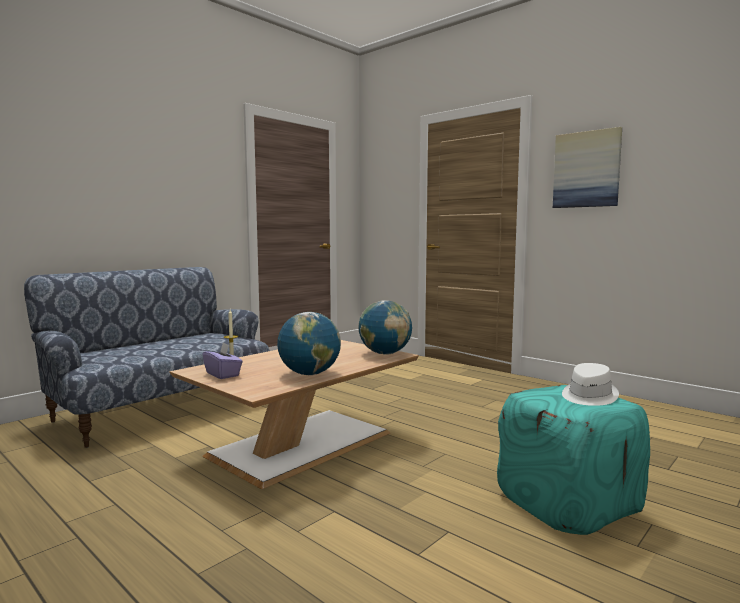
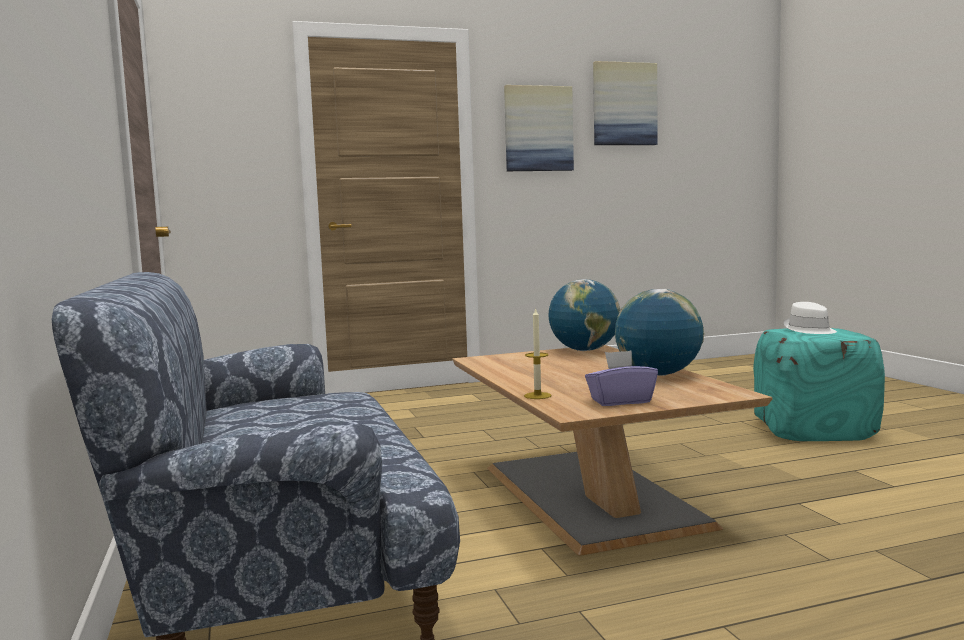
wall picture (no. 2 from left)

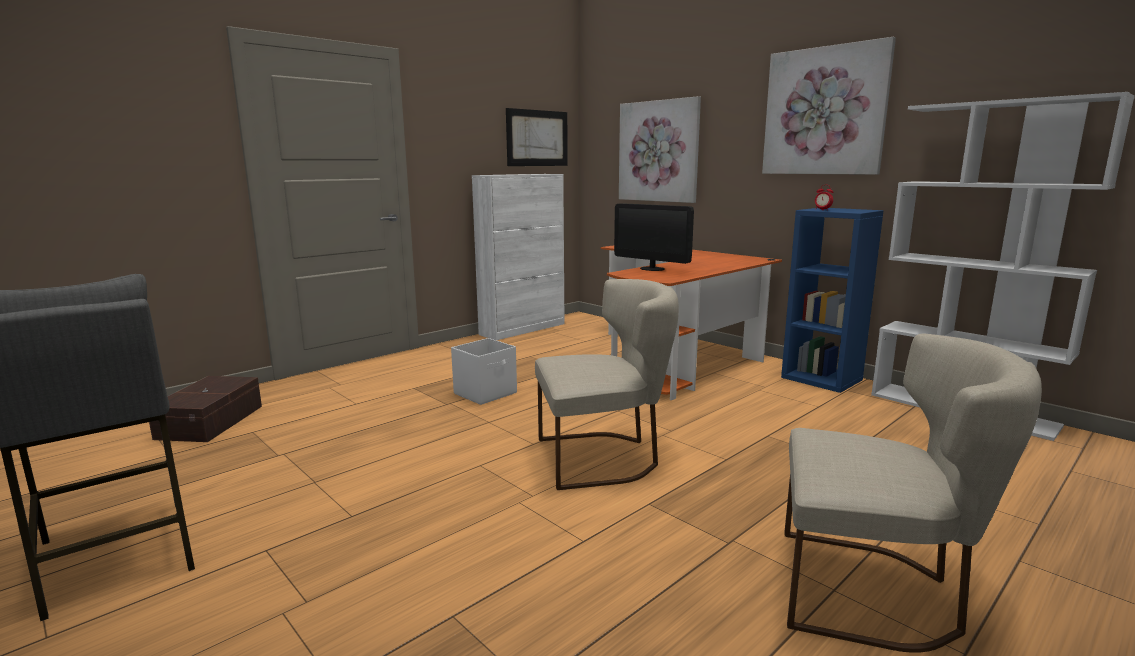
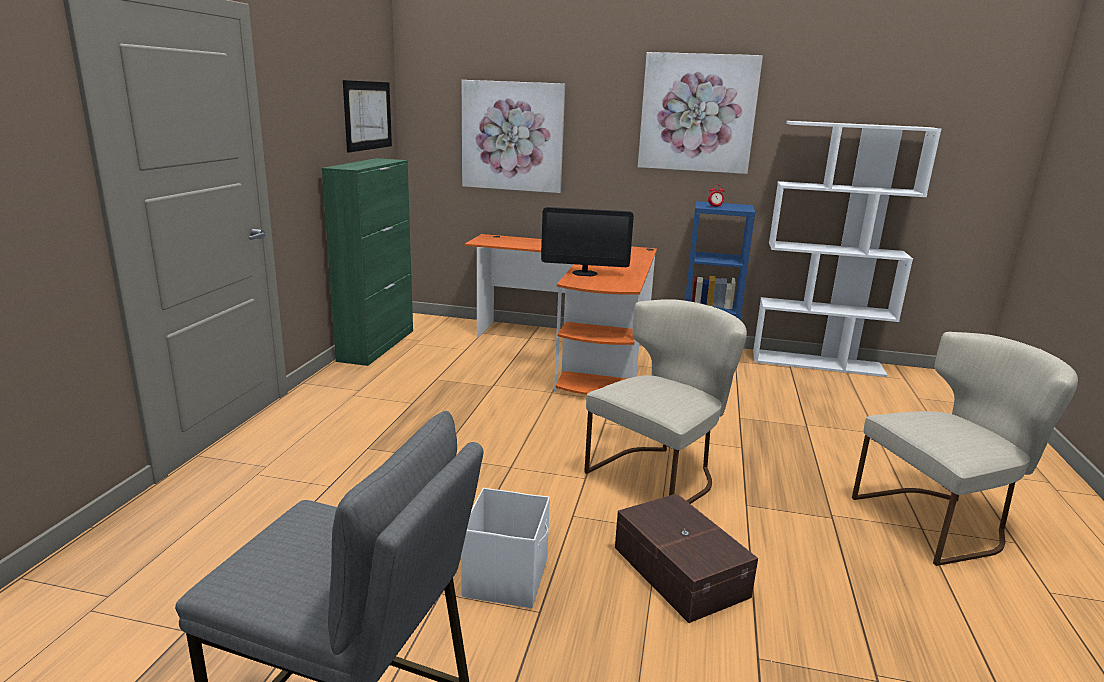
storage cabinet (greenish); storage bin (whitish); storage bin (brownish)

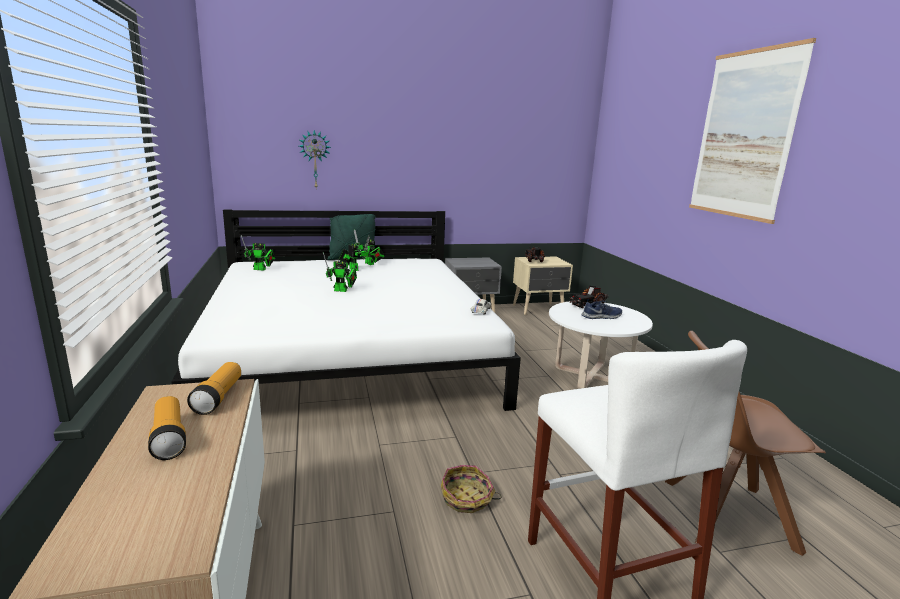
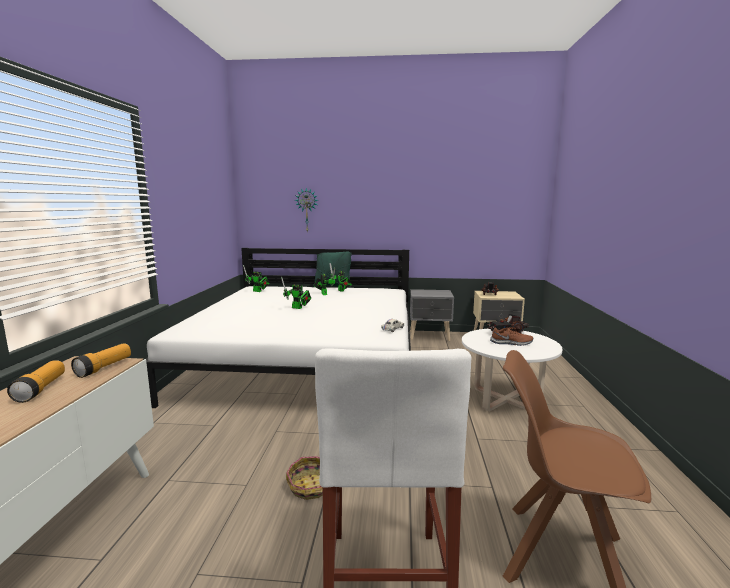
wall picture; shoe (brownish)

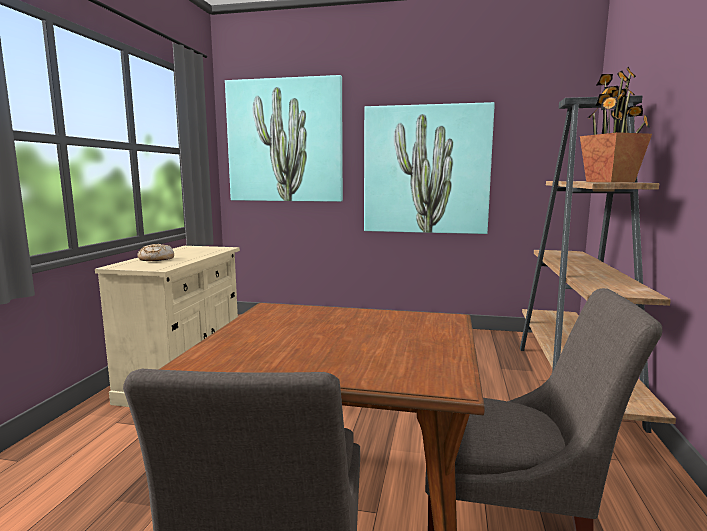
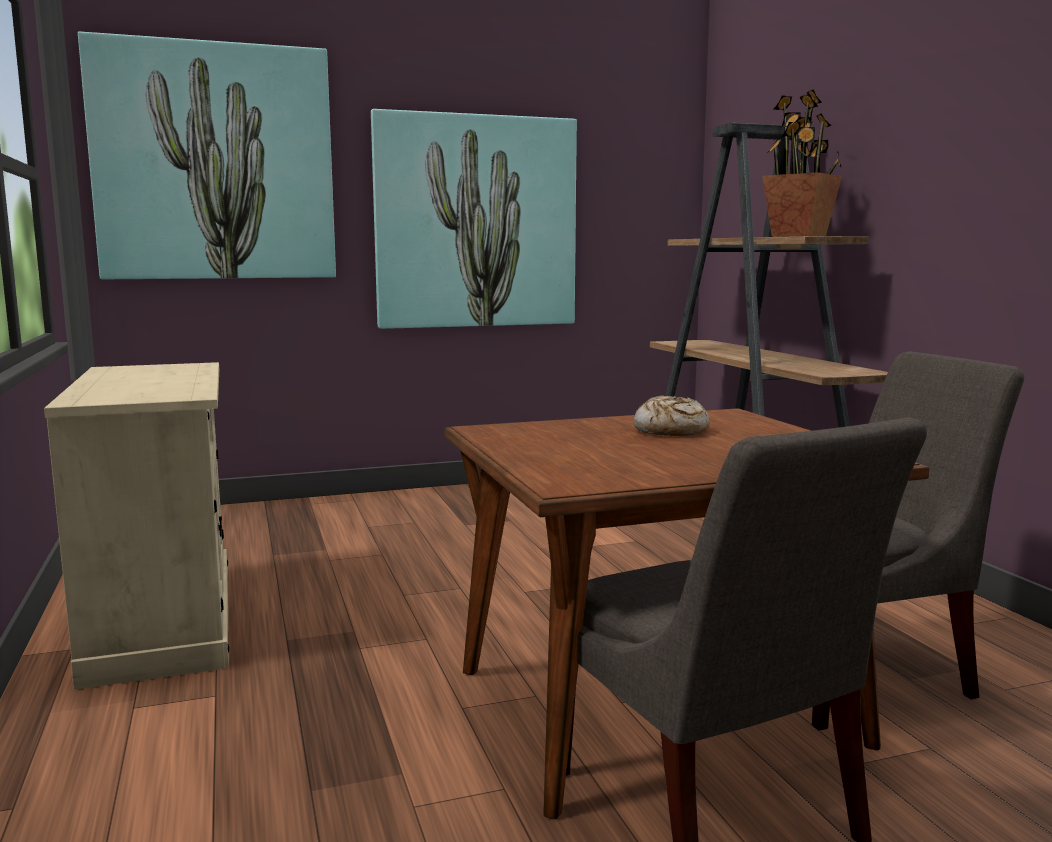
bakery bread

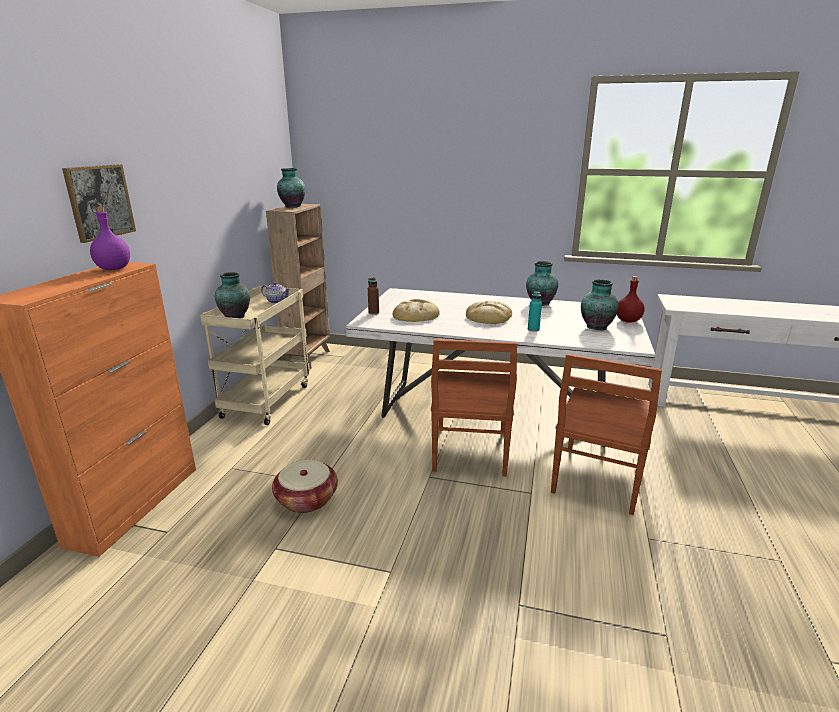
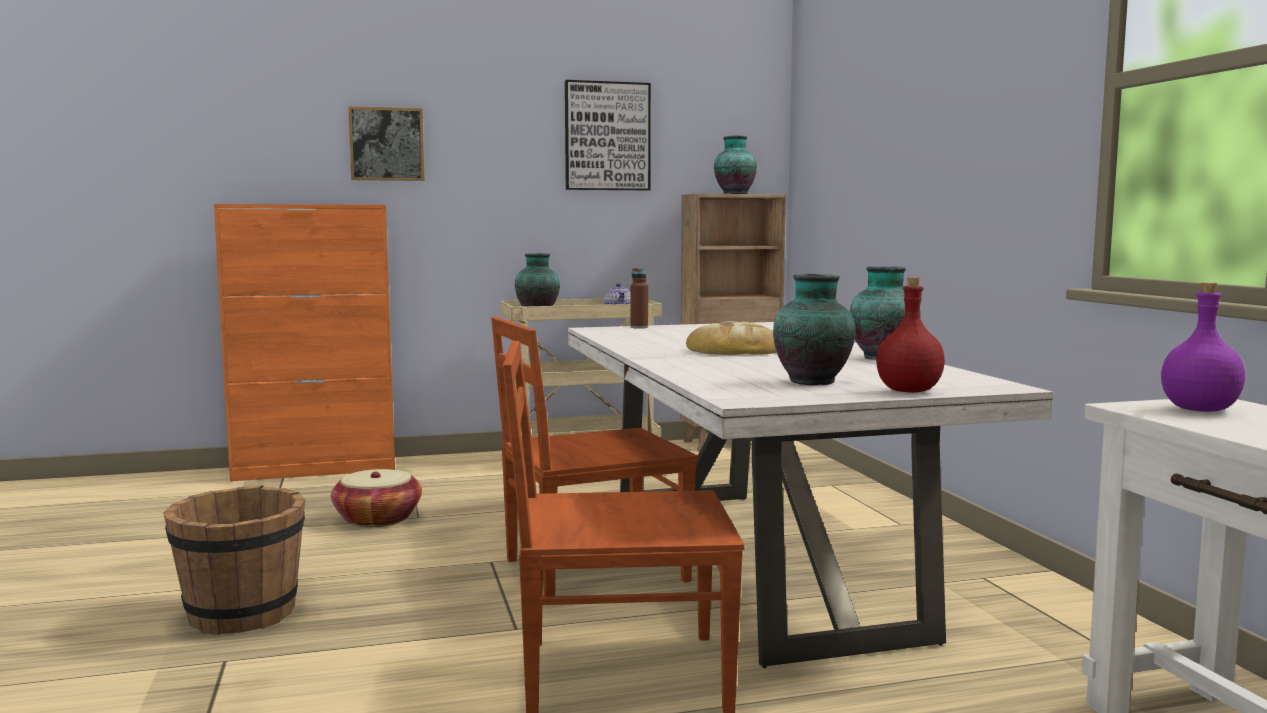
bottle (purple-coloured); bottle (turquoise); bakery bread (no. 1 from left in the first image); wall picture (no. 2 from left); water bucket (brownish)

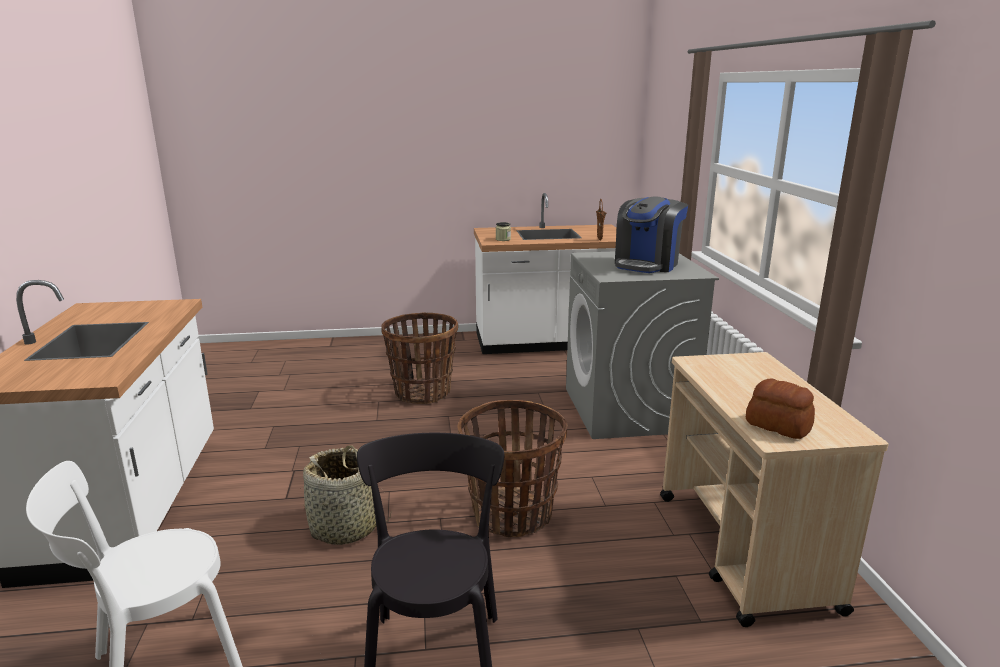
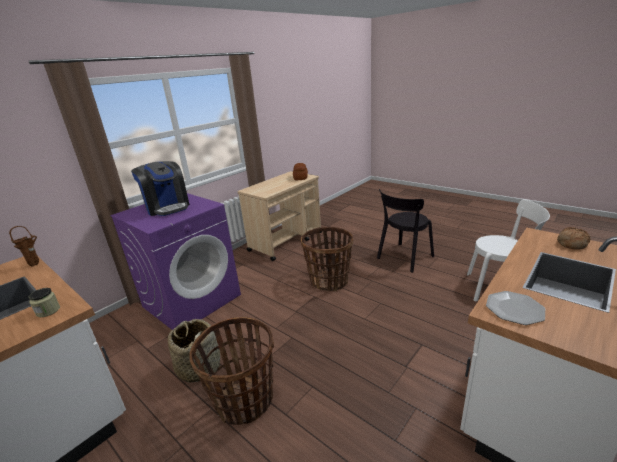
coffee machine; laundry machine (purple-coloured); basket (no. 1 from left); bakery bread (no. 2 from left); dinner plate

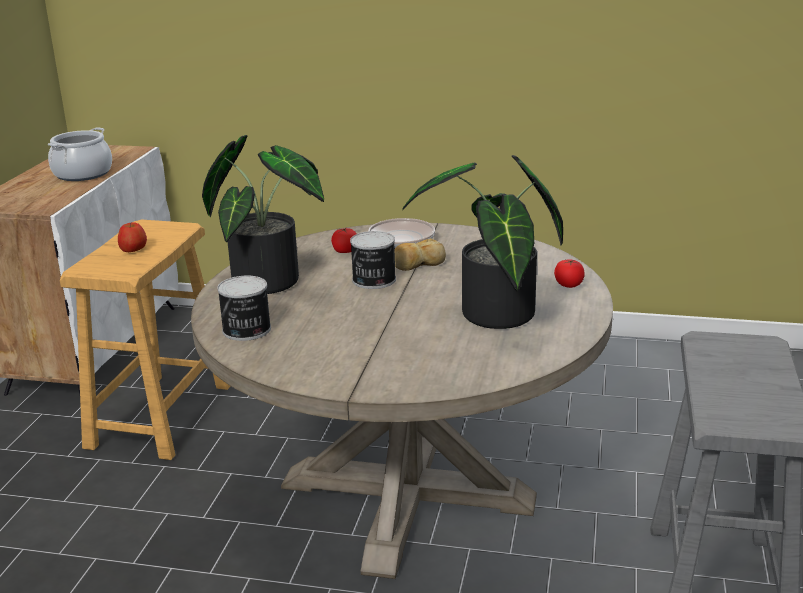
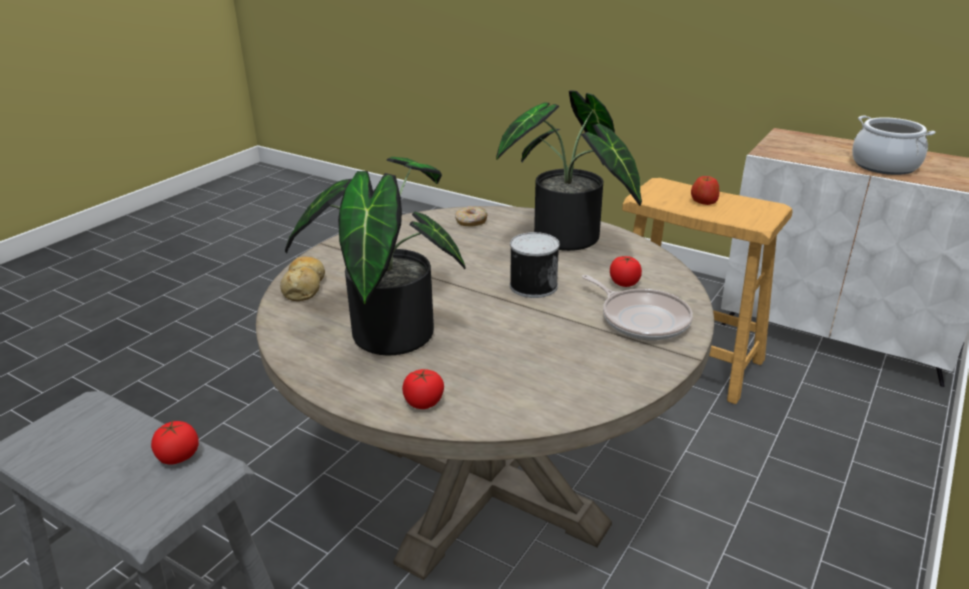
bakery bread; doughnut; tomato (no. 1 from left)

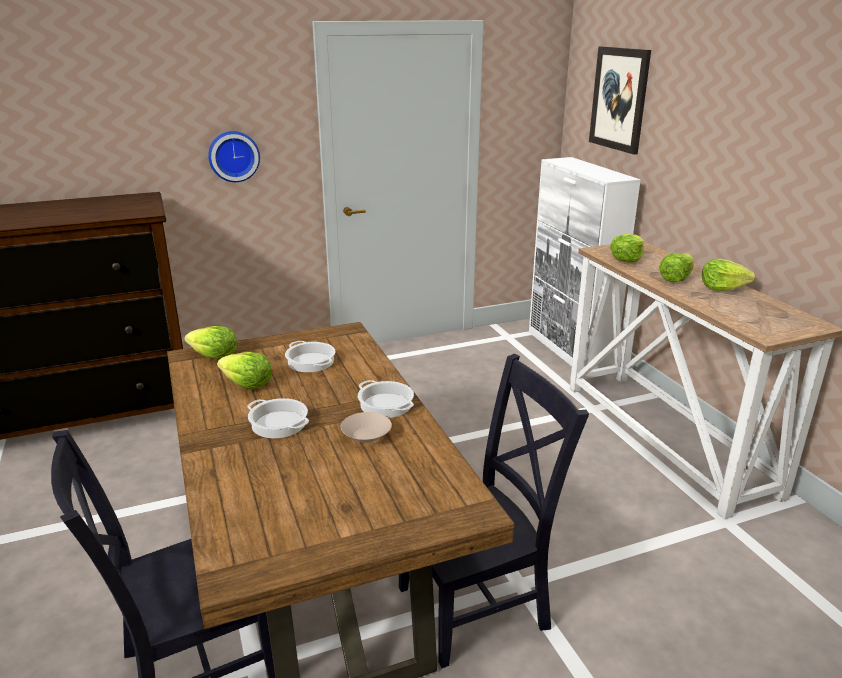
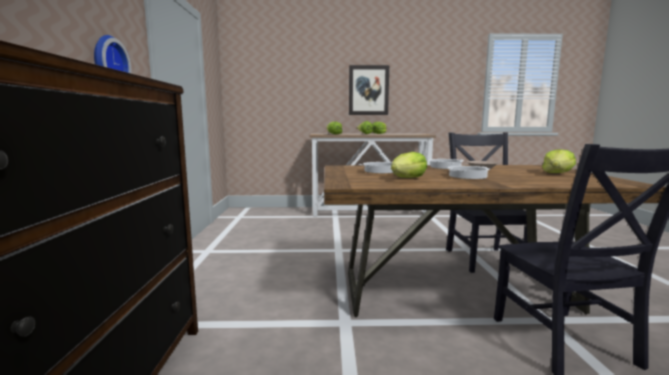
wall picture; storage cabinet (whitish); lettuce (no. 5 from left)

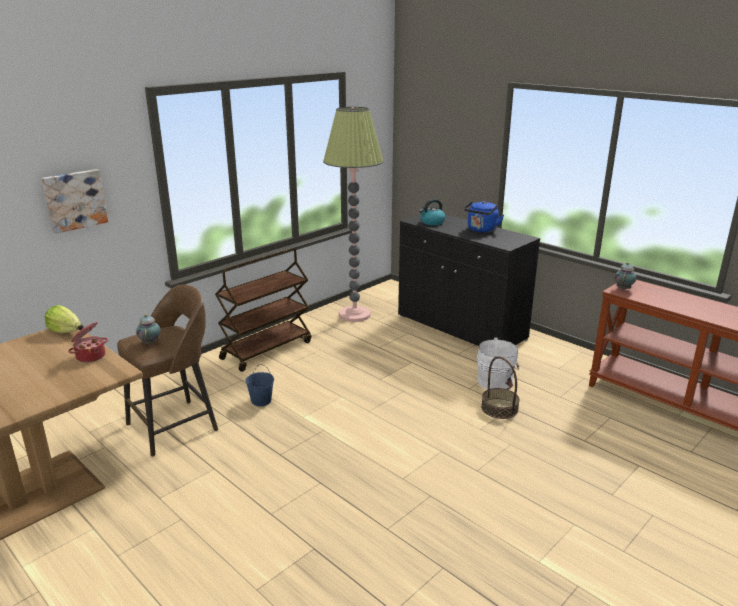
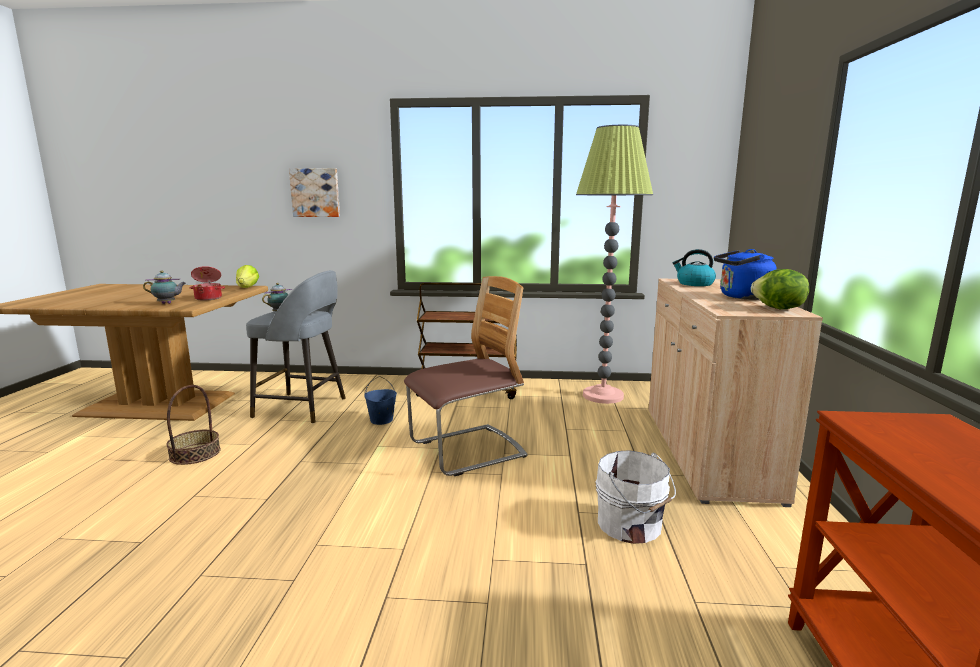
storage cabinet (sand-coloured); teapot (no. 1 from left); stool (gray); basket; lettuce (no. 2 from left); plain chair

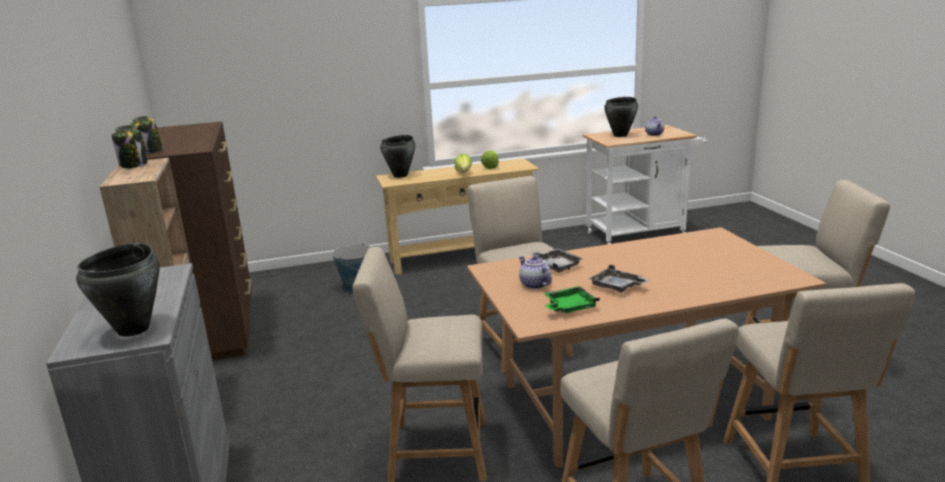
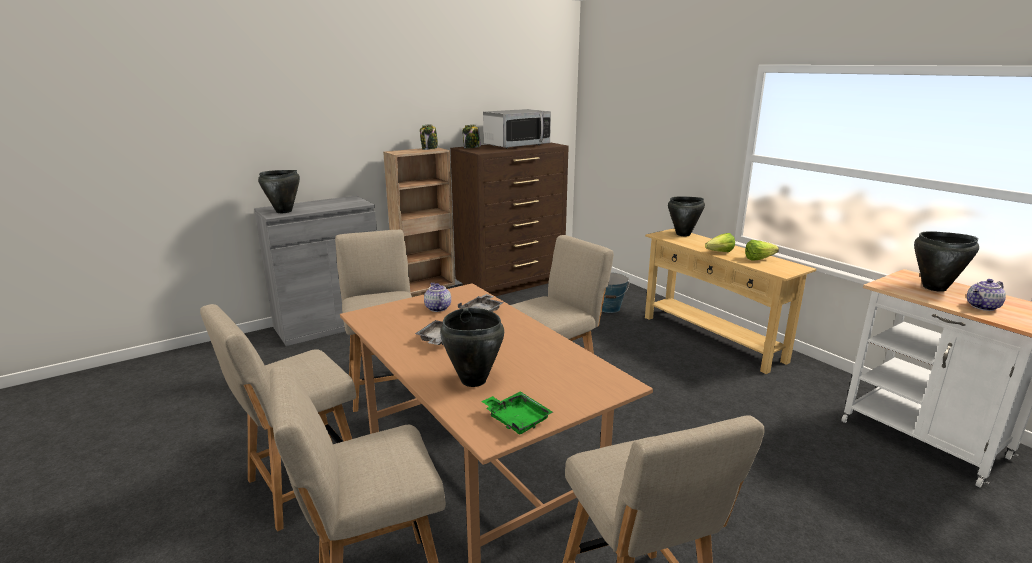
teapot (no. 1 from left); tray (greenish); microwave; saucepot (blackish) (no. 2 from left)

